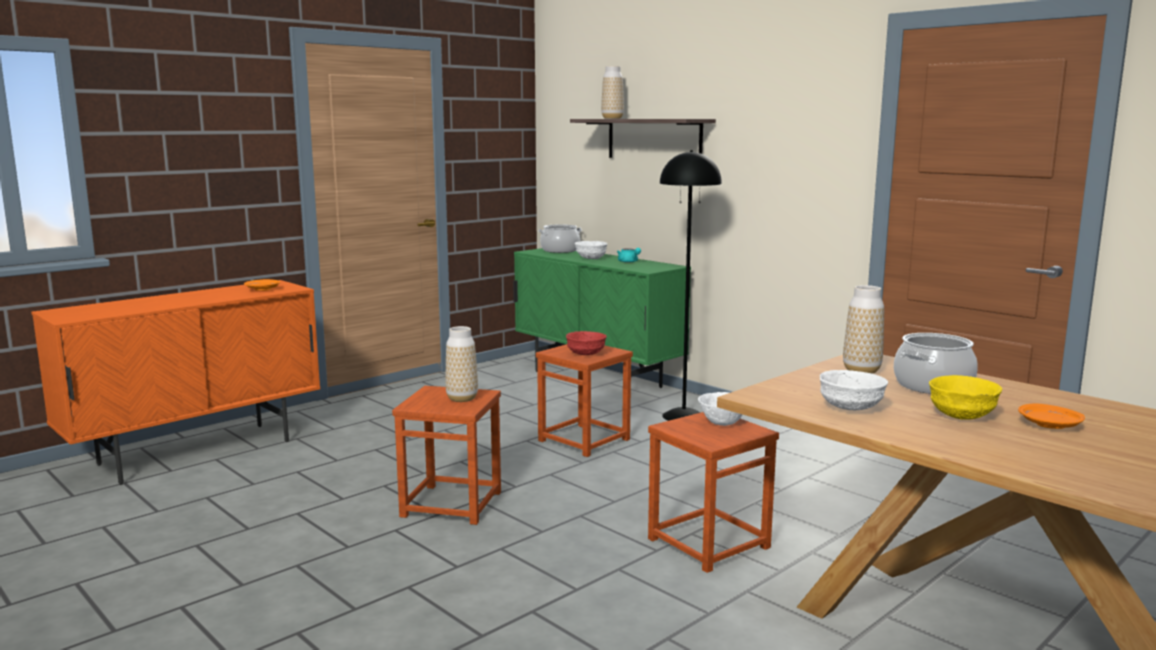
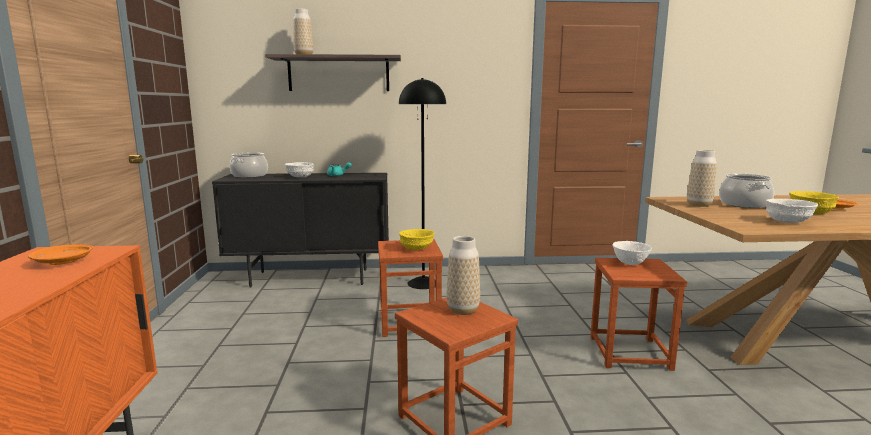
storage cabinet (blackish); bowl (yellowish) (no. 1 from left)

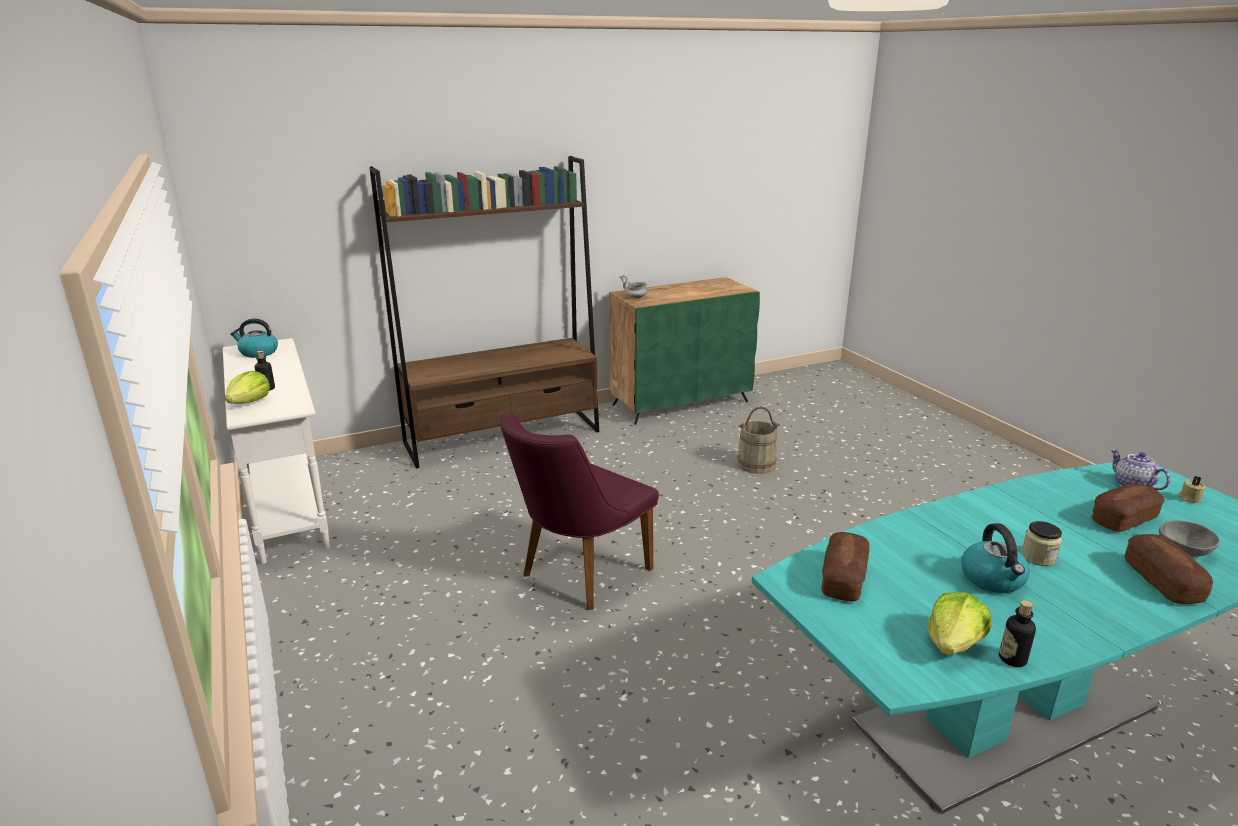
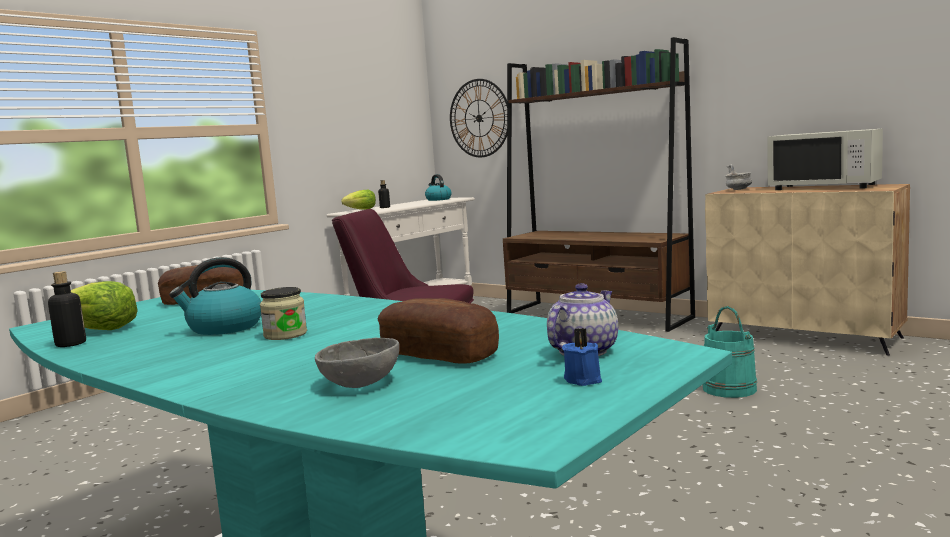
storage cabinet (sand-coloured); water bucket (turquoise); candle (blue); bakery bread (no. 3 from left in the first image); hanging clock; microwave (whitish)

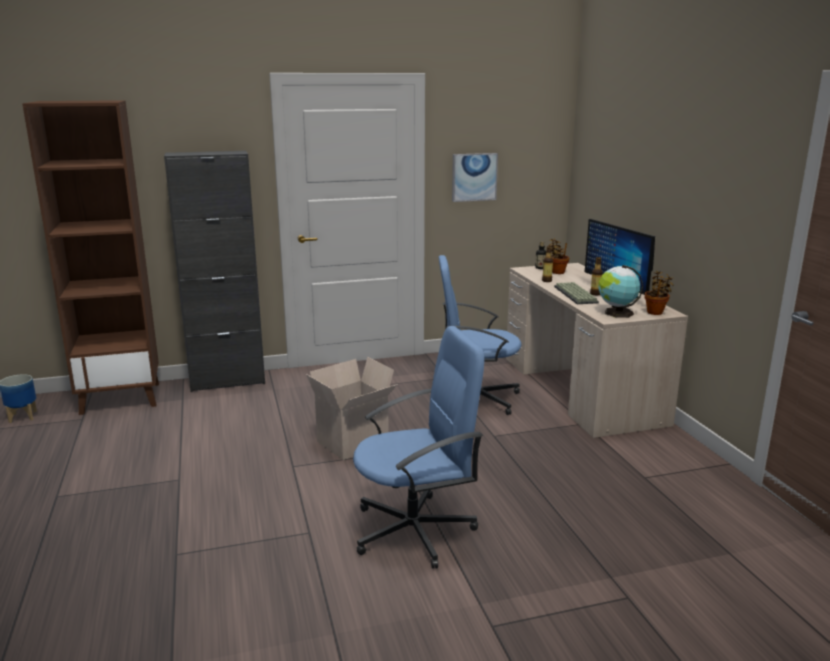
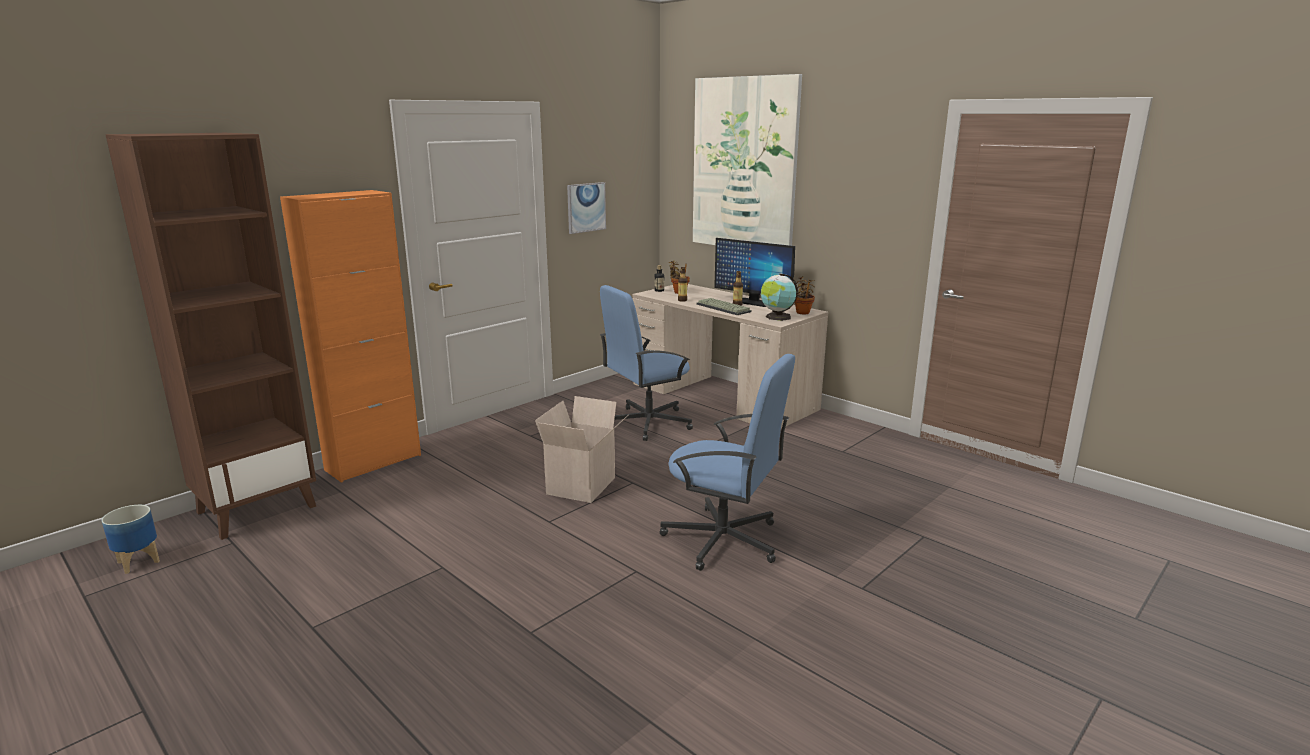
storage cabinet (orangey); desk chair (blue) (no. 2 from left); wall picture (no. 2 from left)

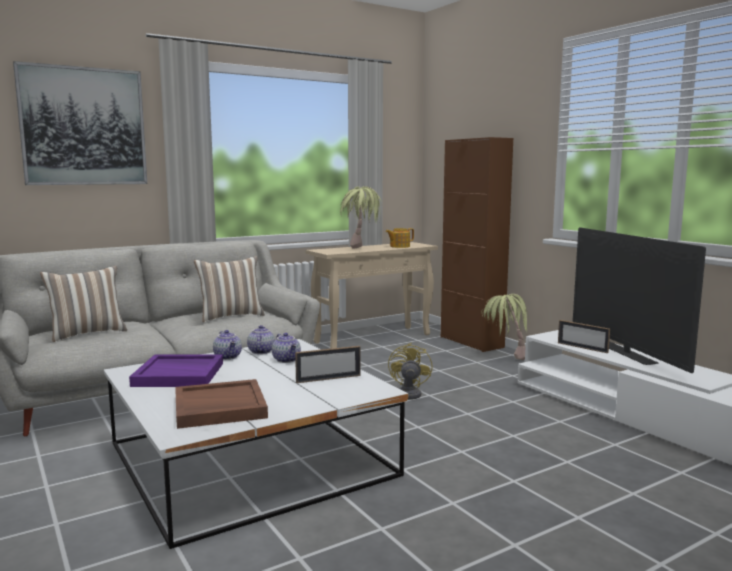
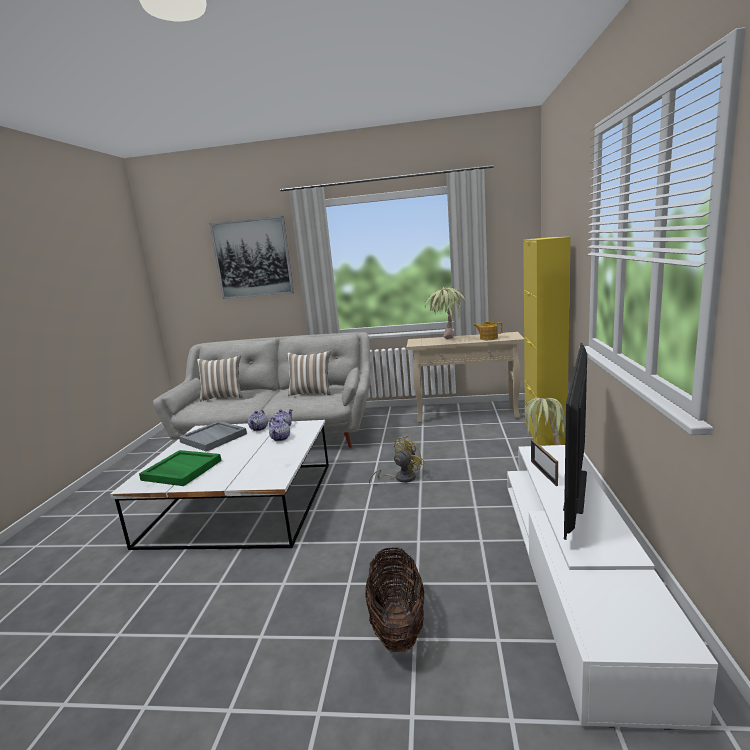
storage cabinet (yellowish); photo frame (no. 1 from left in the first image); tray (gray); tray (greenish); basket

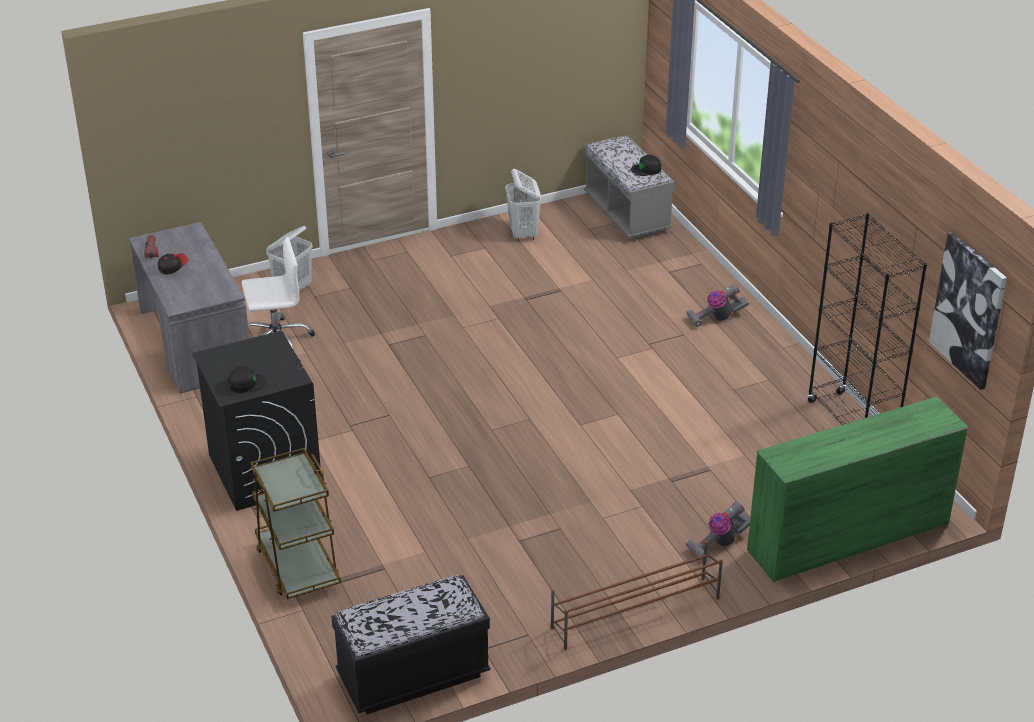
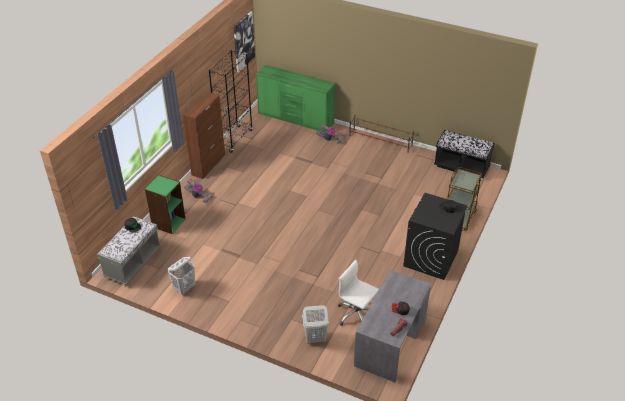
storage cabinet (brownish); shelving unit (greenish)

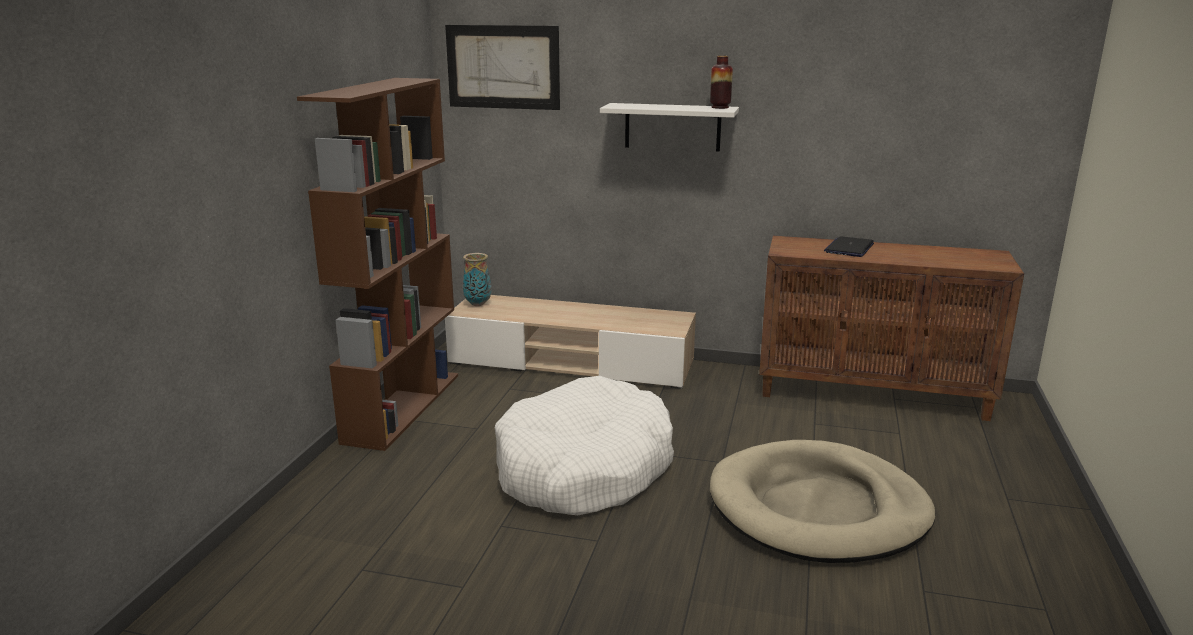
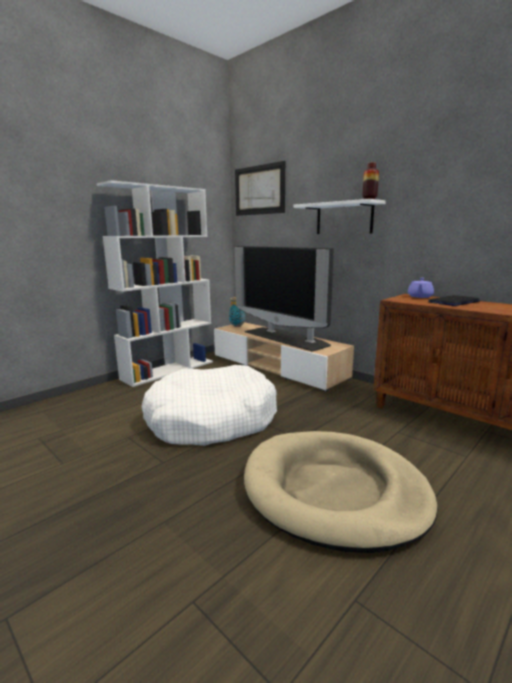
shelving unit (whitish); TV; teapot (purple-coloured)

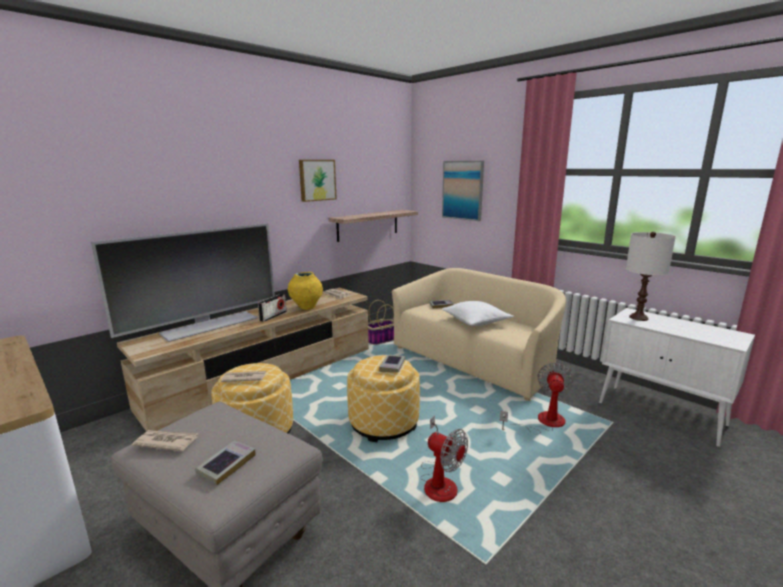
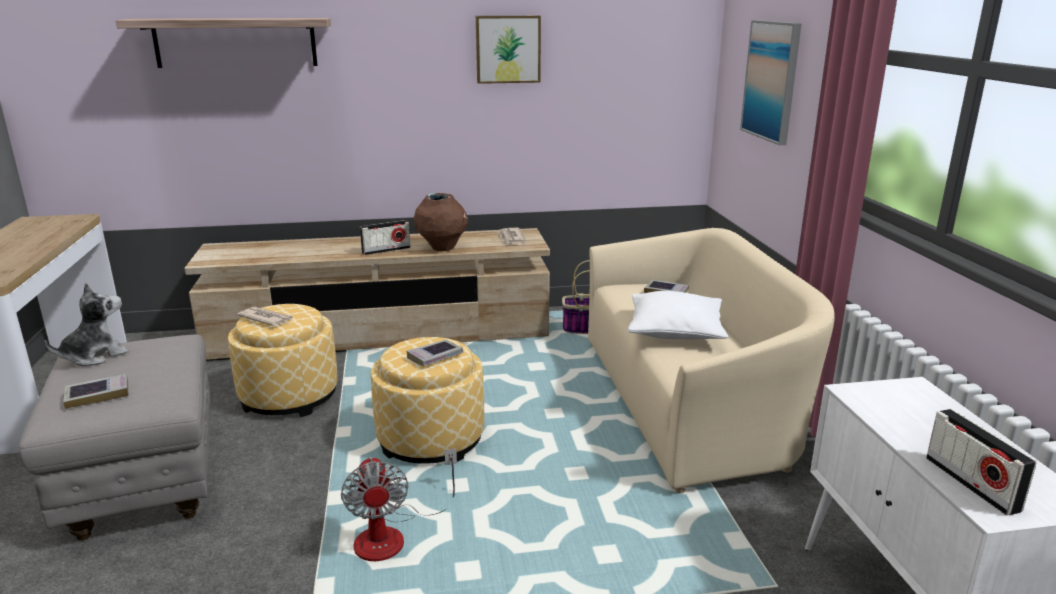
shelf; TV; tabletop lamp (whitish); vase (brownish); fan (no. 2 from left in the first image); soft toy; radio receiver (no. 2 from left)

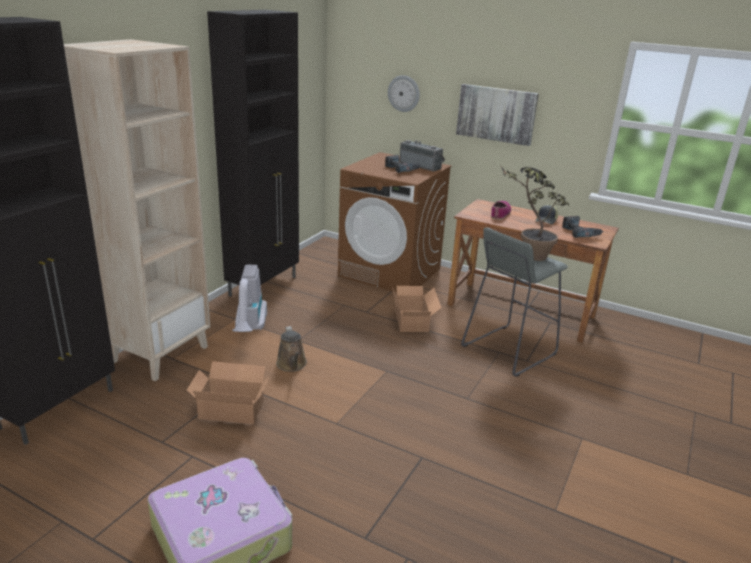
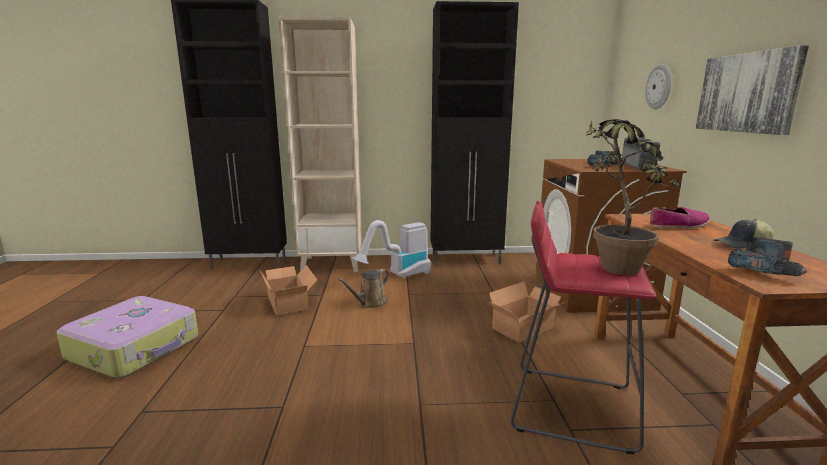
stool (reddish)

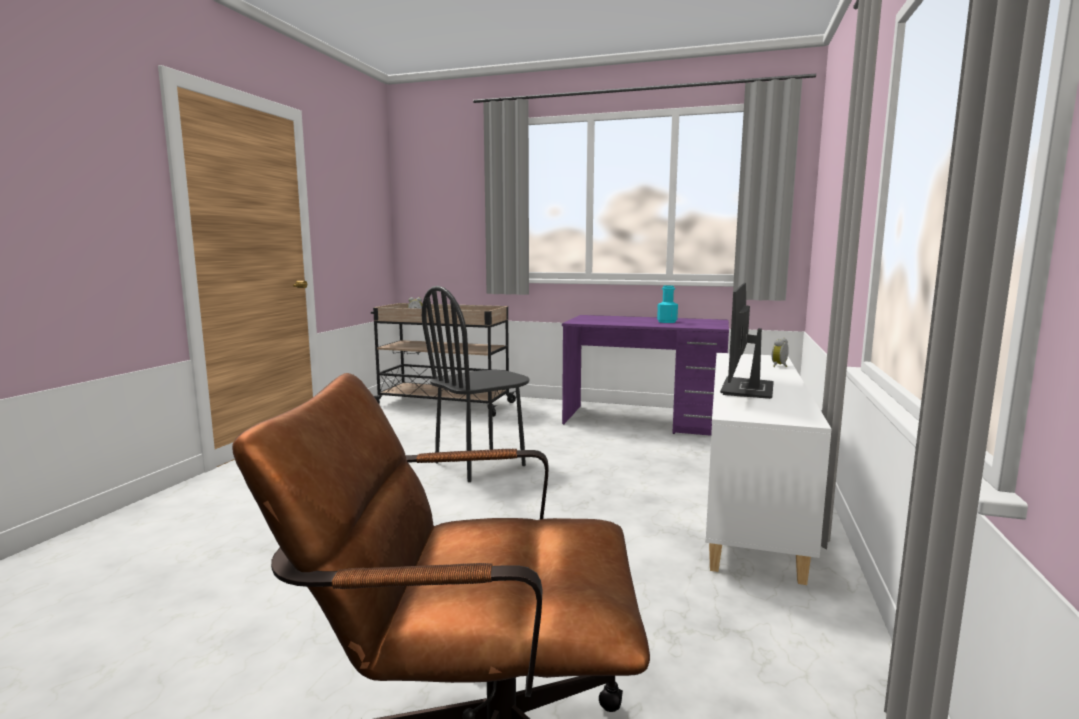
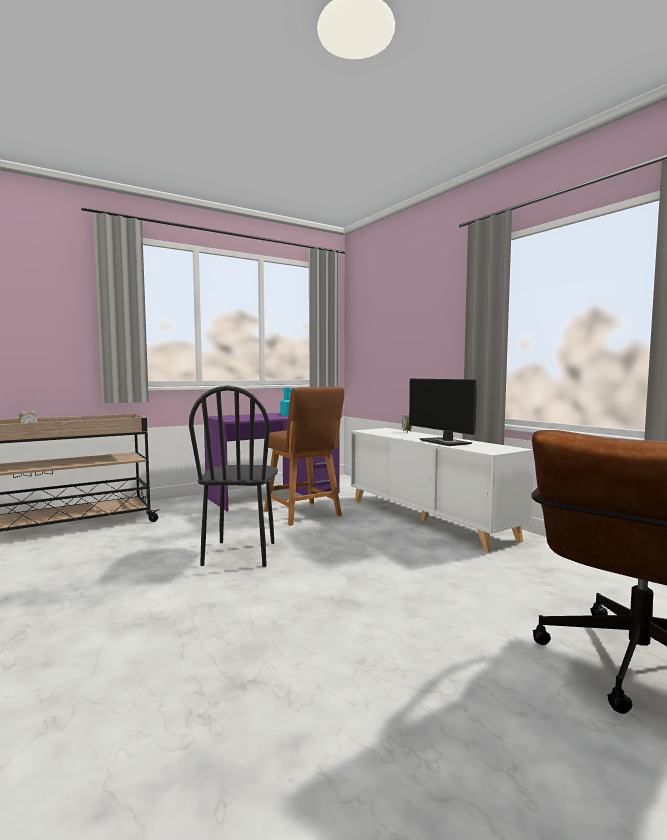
stool (brownish)

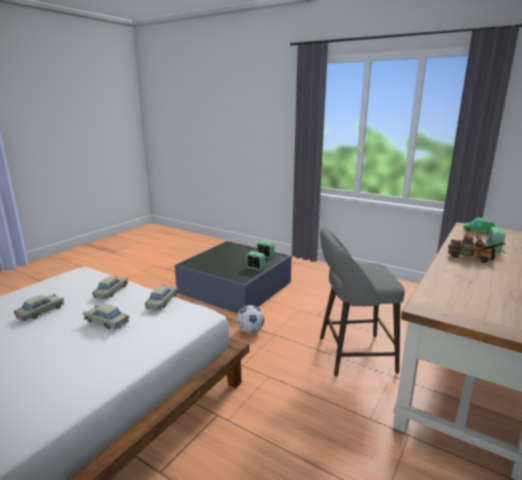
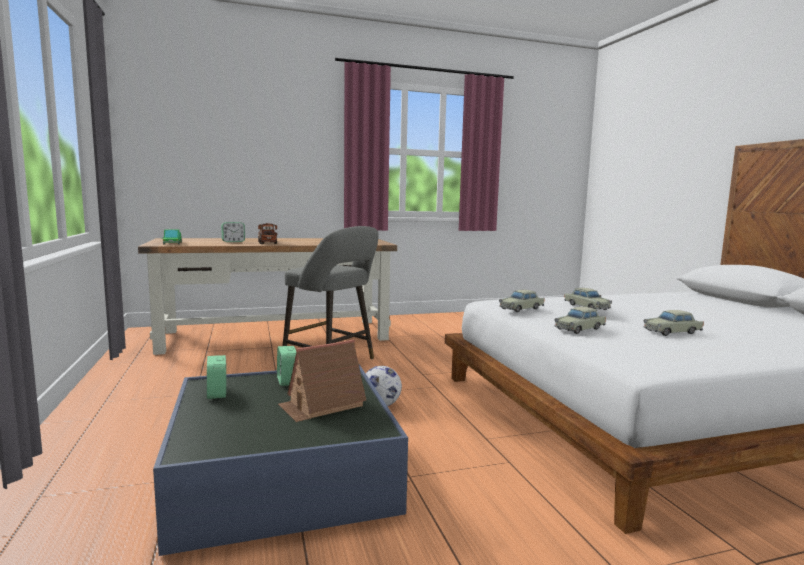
toy house

